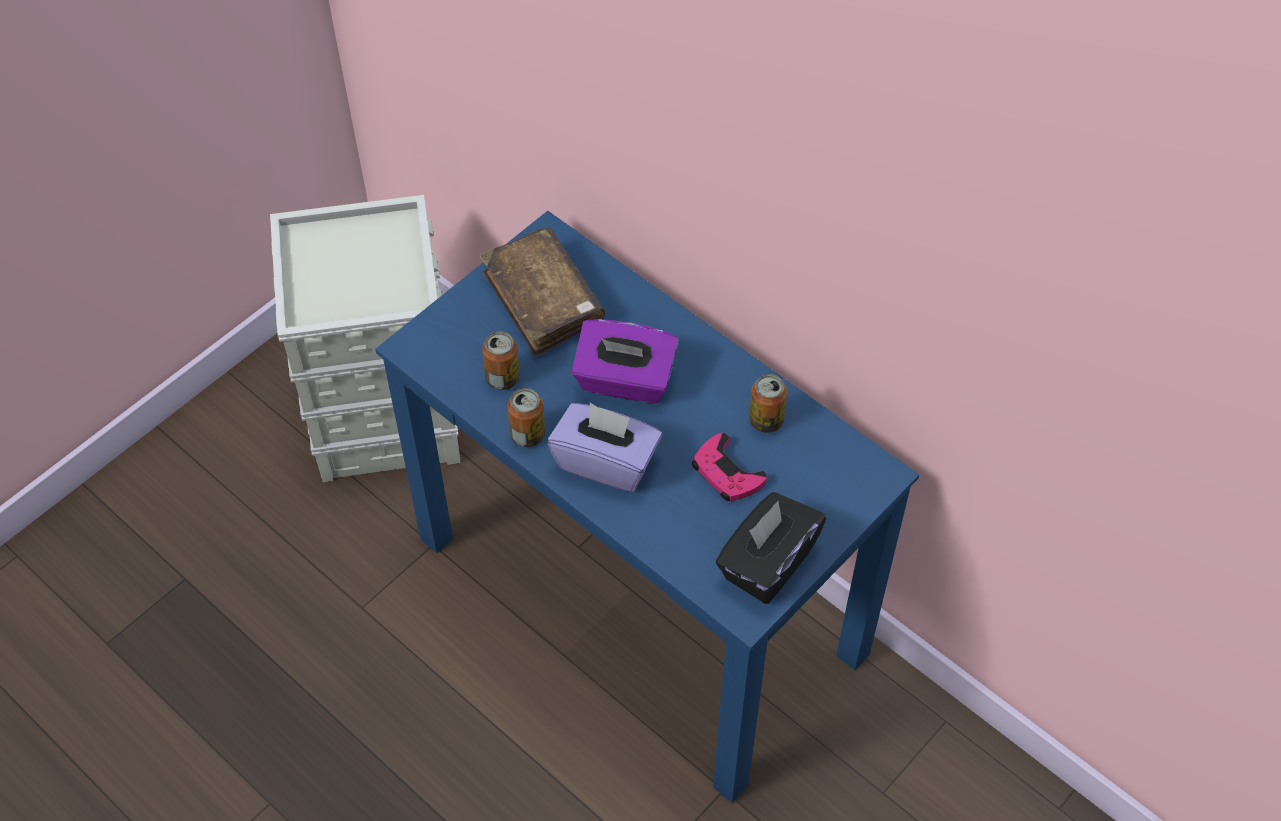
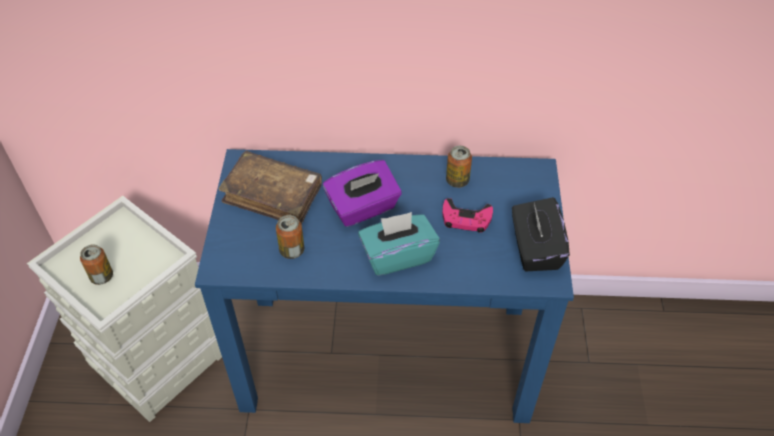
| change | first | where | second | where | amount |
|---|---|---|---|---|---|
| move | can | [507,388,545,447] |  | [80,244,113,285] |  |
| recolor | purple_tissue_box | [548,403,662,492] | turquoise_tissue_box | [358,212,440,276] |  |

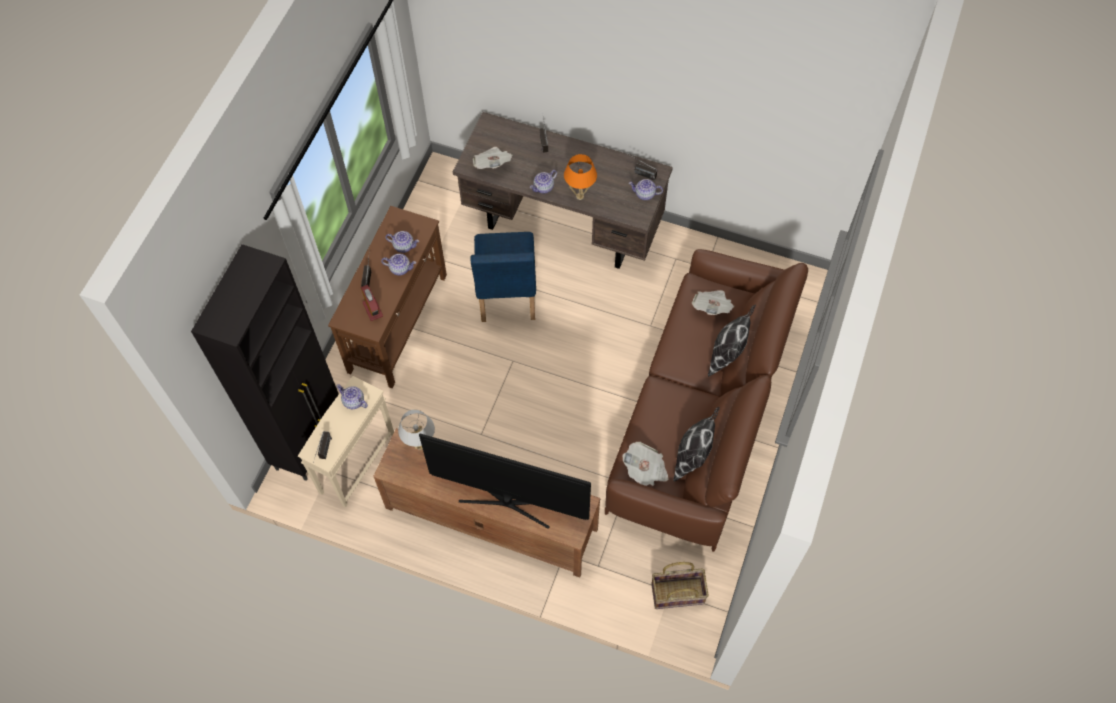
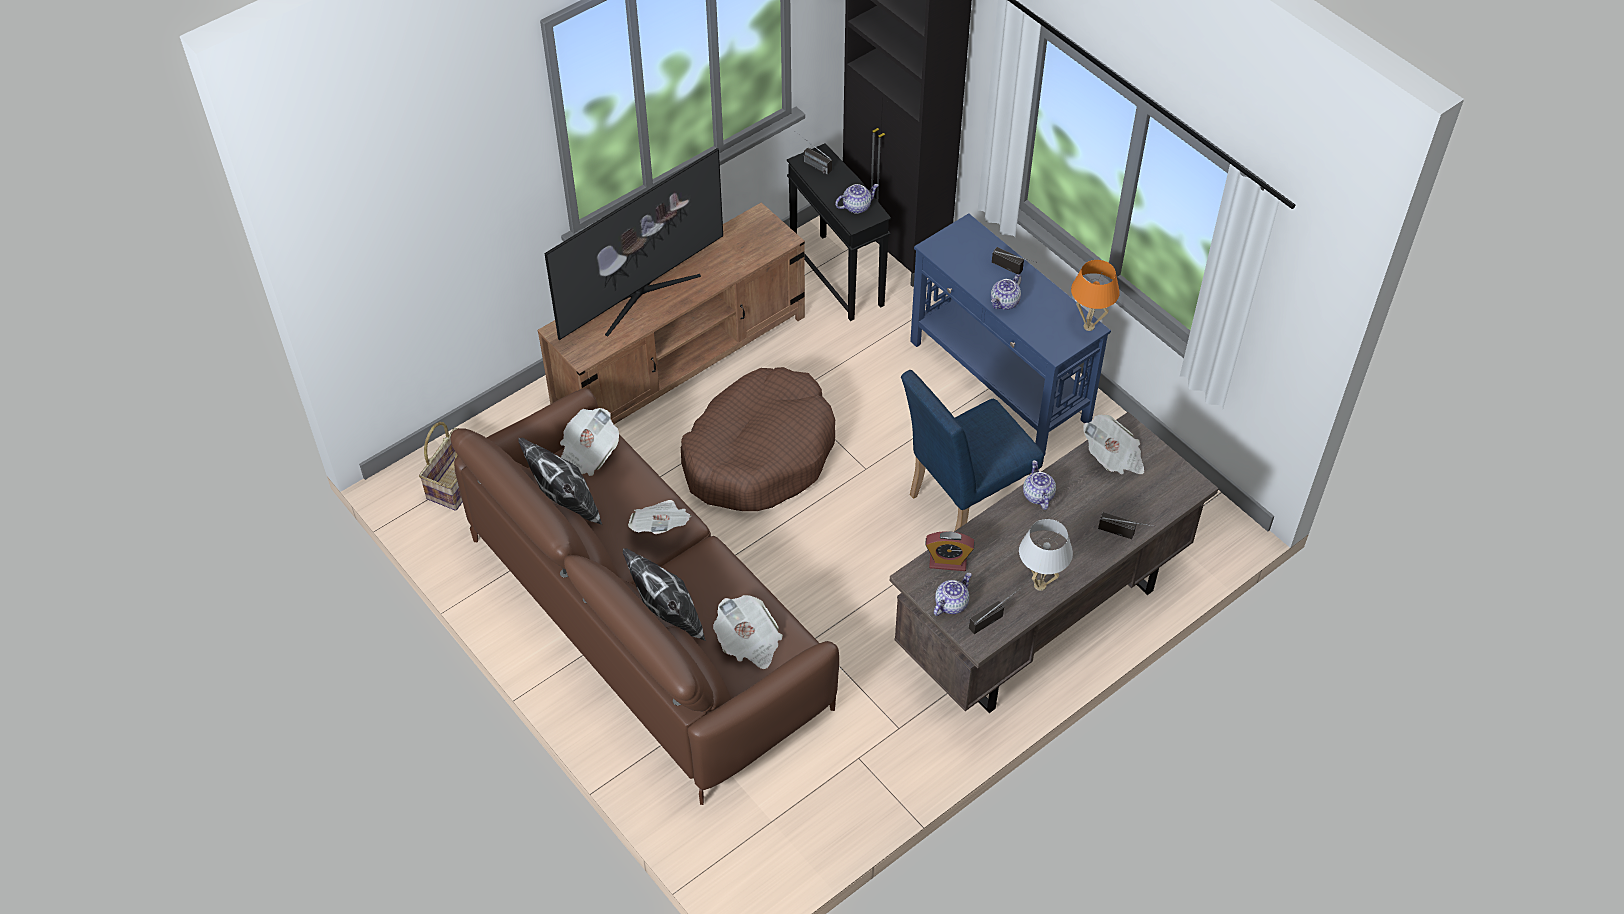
| change | first | where | second | where | amount |
|---|---|---|---|---|---|
| delete | teapot | [385,231,419,253] |  |  |  |
| insert |  |  | newspaper | [628,500,692,534] |  |
| insert |  |  | brown_dog_bed | [681,367,835,511] |  |
| move | alarm_clock | [361,285,383,321] |  | [925,531,975,571] |  |
| move | white_table_lamp | [398,409,435,450] |  | [1019,519,1073,591] |  |
| move | orange_table_lamp | [564,154,597,200] |  | [1071,260,1120,331] |  |
| recolor | beige_side_table | [298,376,394,507] | black_side_table | [787,143,891,321] |  |
| recolor | brown_console_table | [328,206,447,388] | blue_console_table | [910,213,1111,456] |  |
| rotate | blue_chair | [470,232,536,322] |  | [901,370,1044,531] | 60 degrees counterclockwise |

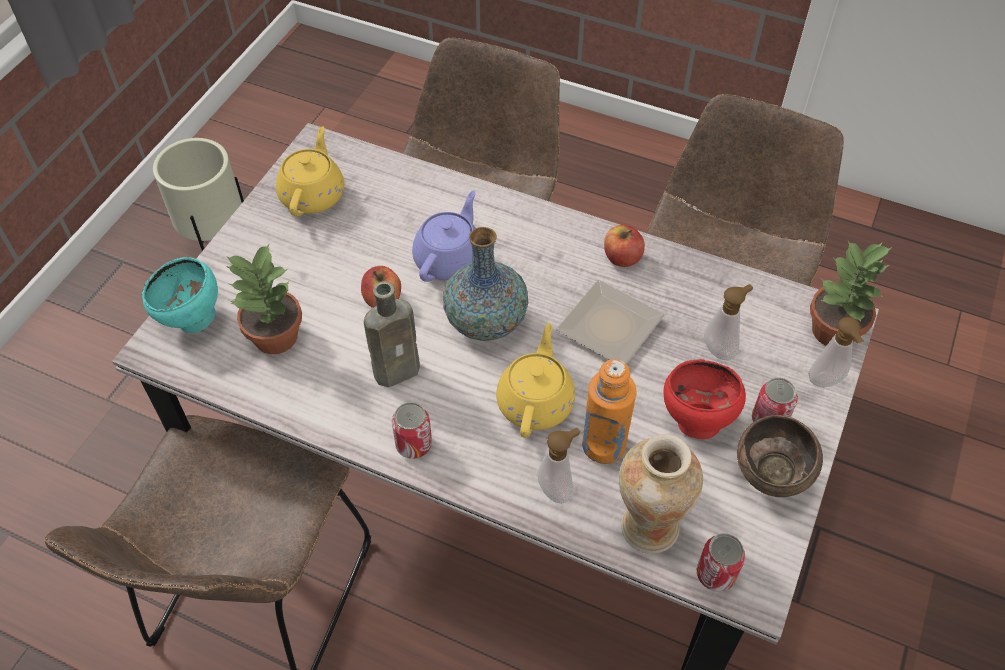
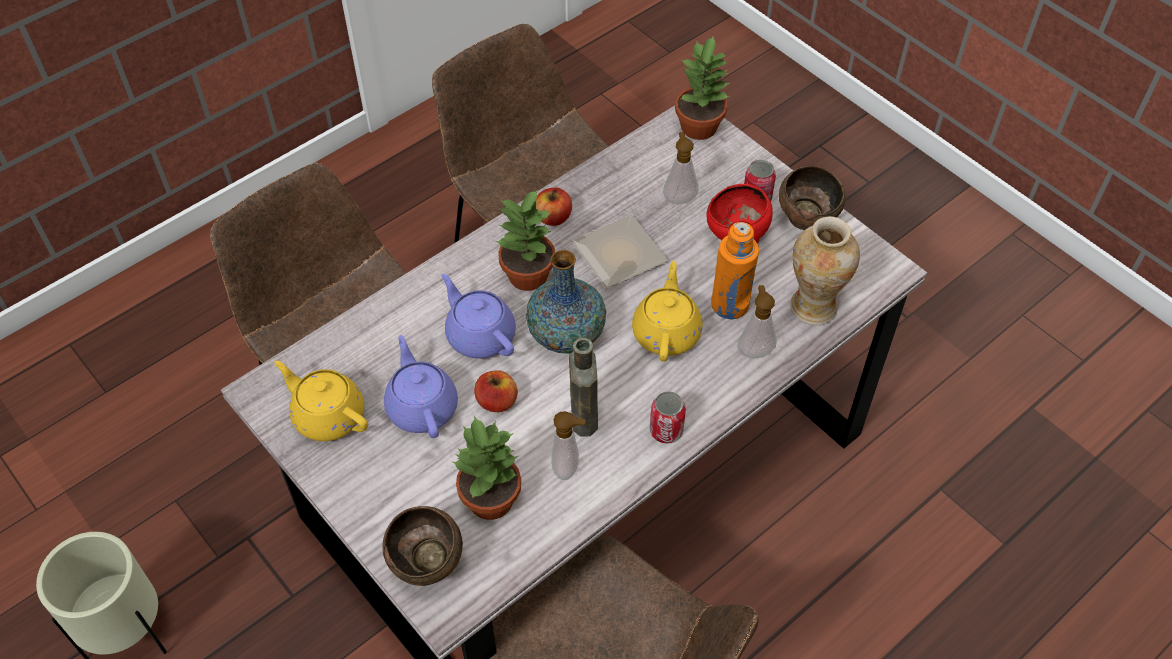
| change | first | where | second | where | amount |
|---|---|---|---|---|---|
| delete | can | [697,533,745,592] |  |  |  |
| insert |  |  | purple_teapot | [384,335,458,438] |  |
| insert |  |  | potted_plant | [496,189,555,291] |  |
| move | soap_dispenser | [808,317,863,387] |  | [551,411,586,480] |  |
| recolor | turquoise_bowl | [142,257,218,333] | brown_bowl | [382,506,463,586] |  |
| rotate | yellow_teapot | [496,323,575,438] |  | [632,261,703,362] | 60 degrees clockwise |

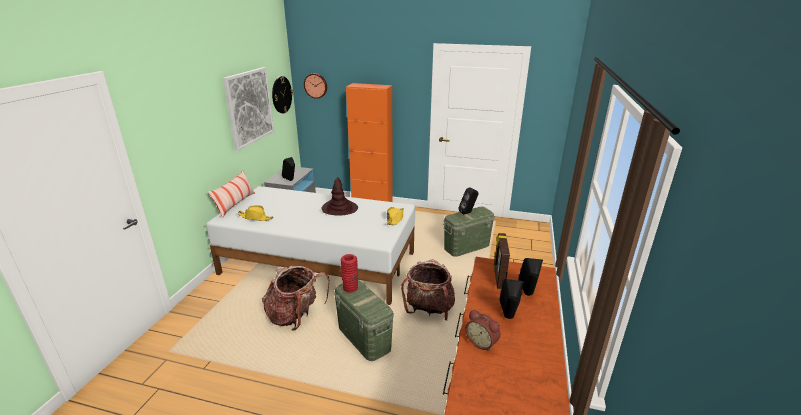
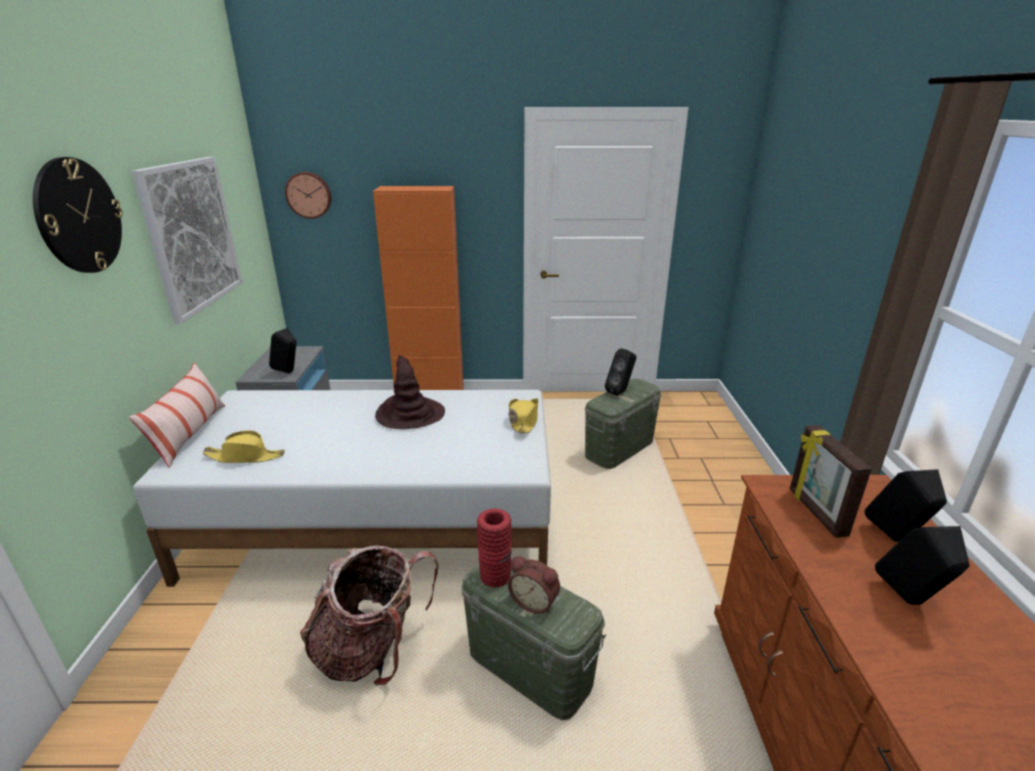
| change | first | where | second | where | amount |
|---|---|---|---|---|---|
| delete | backpack | [401,259,455,321] |  |  |  |
| move | wall_clock | [272,76,293,113] |  | [33,157,123,273] |  |
| move | alarm_clock | [466,310,501,351] |  | [508,556,560,614] |  |

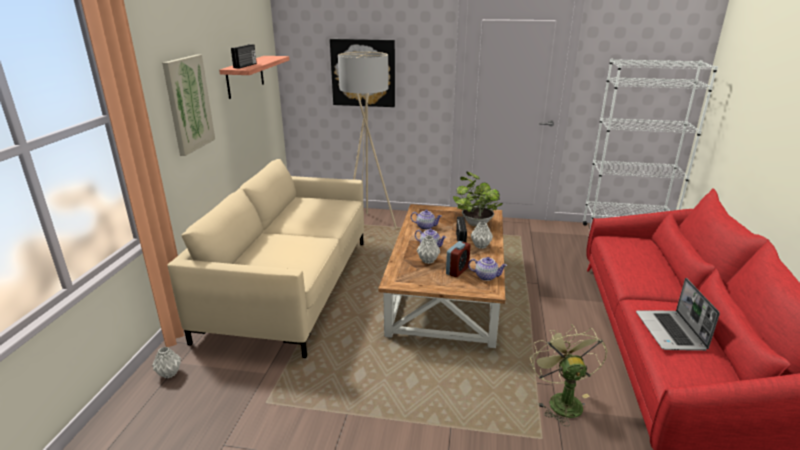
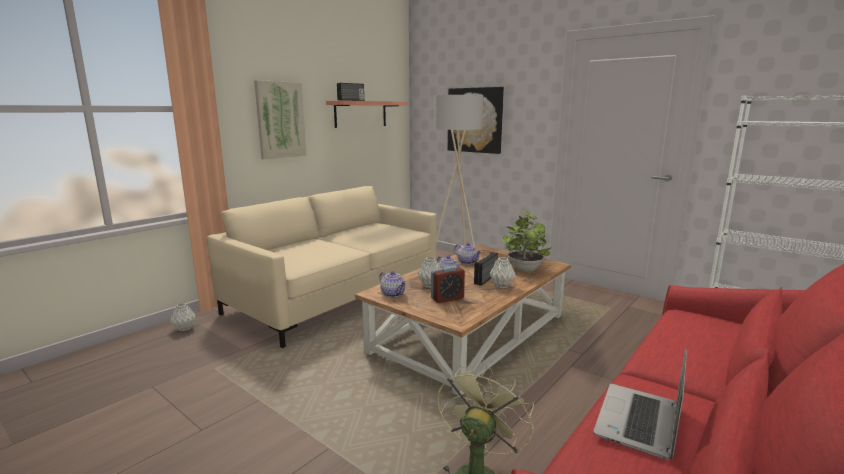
| change | first | where | second | where | amount |
|---|---|---|---|---|---|
| move | teapot | [468,257,507,281] |  | [379,271,407,297] |  |

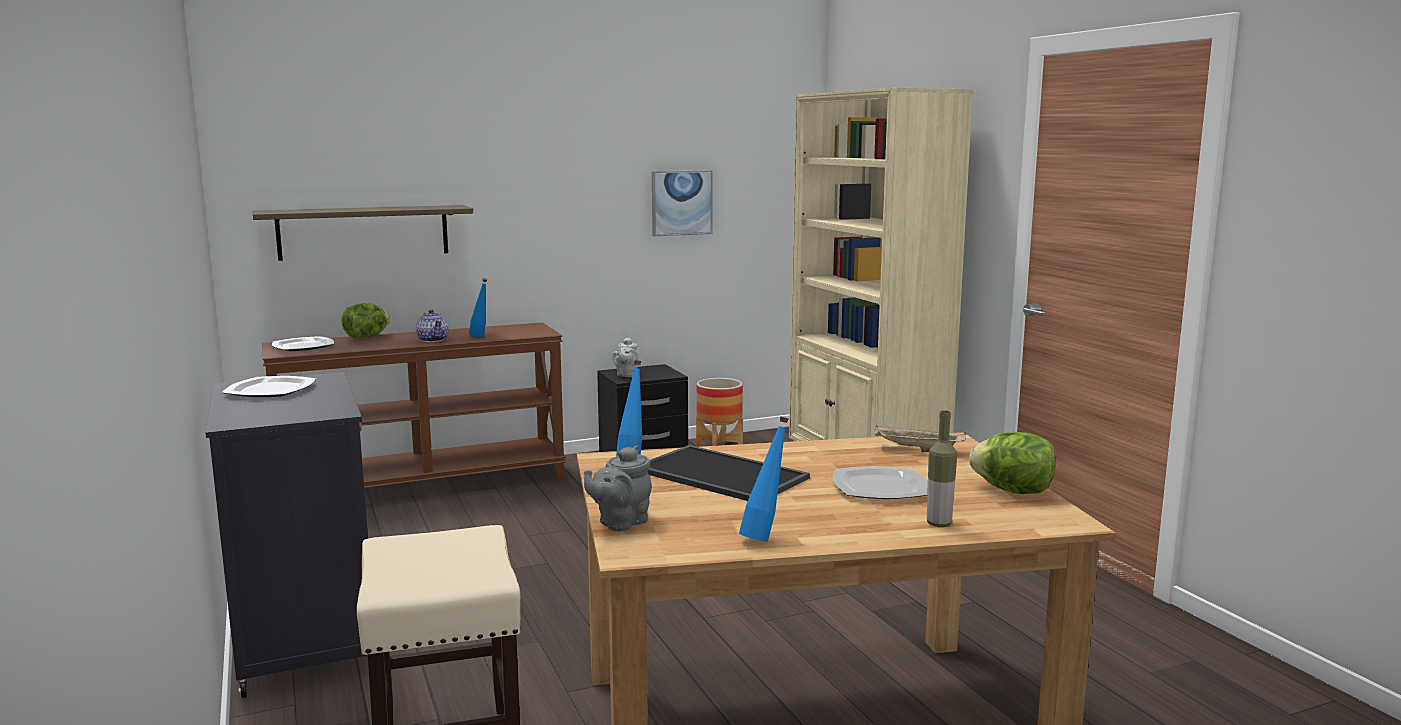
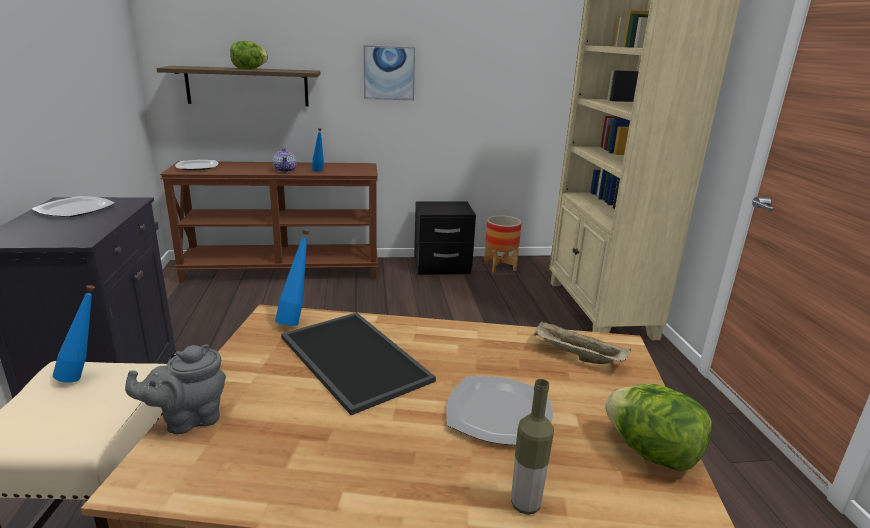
| change | first | where | second | where | amount |
|---|---|---|---|---|---|
| delete | grey_teapot | [612,337,638,377] |  |  |  |
| move | lettuce | [342,303,390,339] |  | [230,41,268,69] |  |
| move | picture | [652,170,713,236] |  | [364,45,415,100] |  |
| move | blue_bottle | [739,416,788,542] |  | [53,285,95,383] |  |

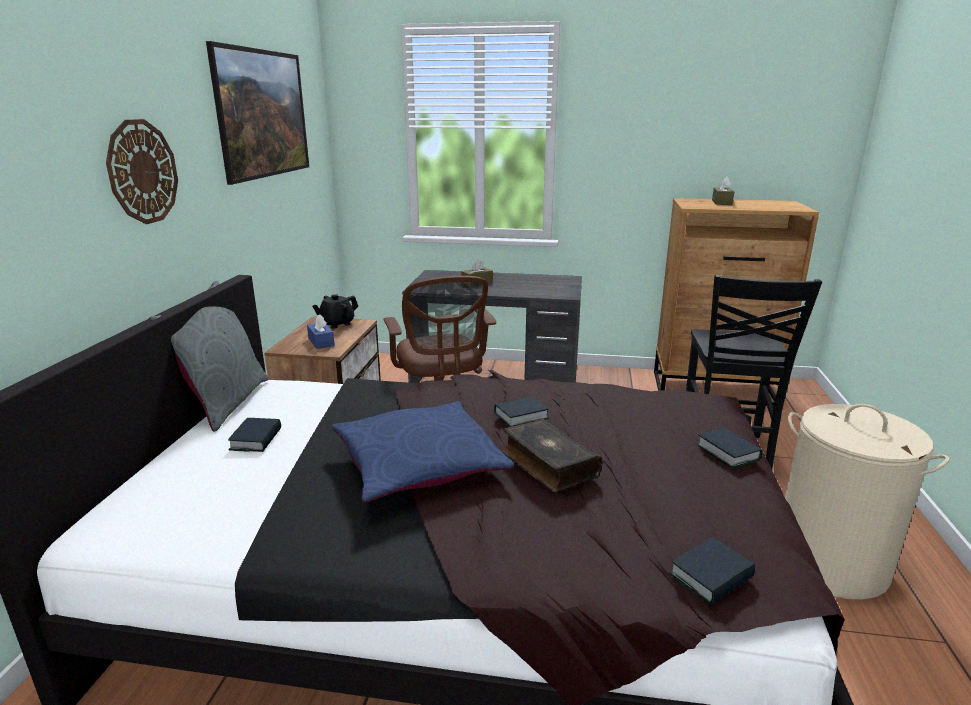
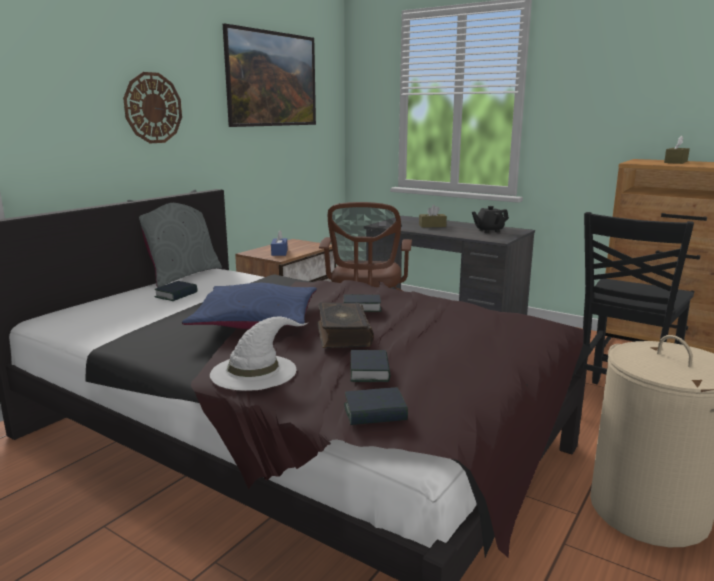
| change | first | where | second | where | amount |
|---|---|---|---|---|---|
| insert |  |  | white_hat | [210,316,309,391] |  |
| move | black_teapot | [312,294,358,329] |  | [472,206,509,233] |  |
| move | book | [697,428,762,469] |  | [350,350,390,382] |  |

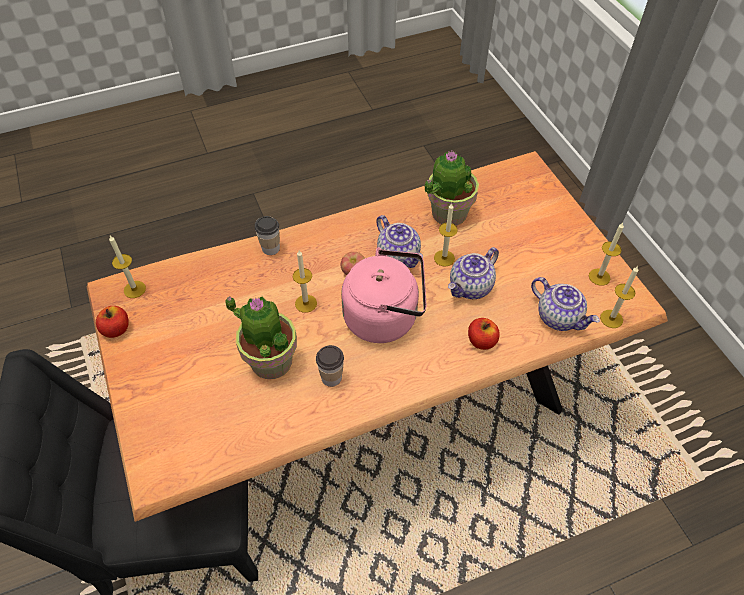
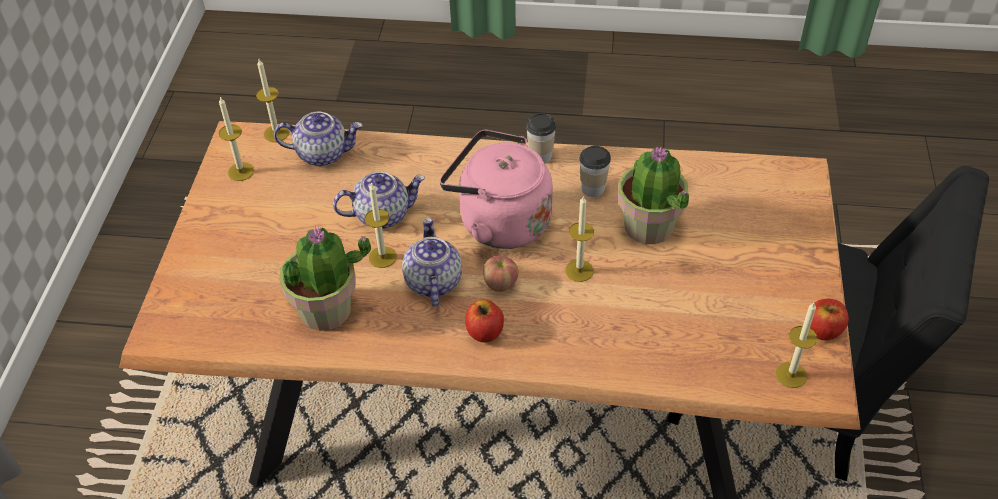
| change | first | where | second | where | amount |
|---|---|---|---|---|---|
| move | cup | [255,216,280,255] |  | [526,113,556,164] |  |
| move | apple | [468,318,500,350] |  | [465,300,504,343] |  |
| rotate | teapot | [531,277,600,331] |  | [274,112,363,166] | 105 degrees clockwise |

